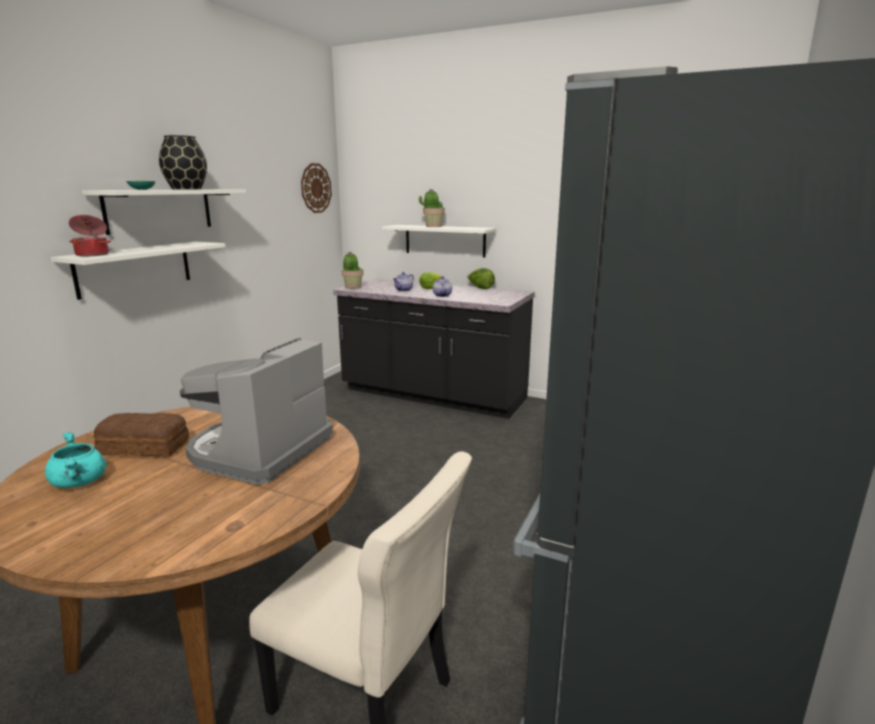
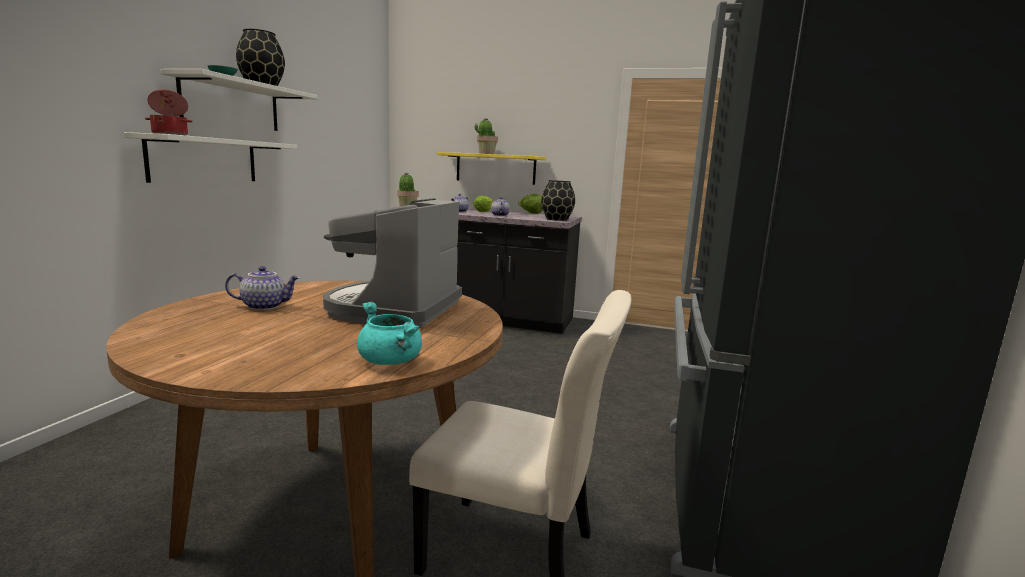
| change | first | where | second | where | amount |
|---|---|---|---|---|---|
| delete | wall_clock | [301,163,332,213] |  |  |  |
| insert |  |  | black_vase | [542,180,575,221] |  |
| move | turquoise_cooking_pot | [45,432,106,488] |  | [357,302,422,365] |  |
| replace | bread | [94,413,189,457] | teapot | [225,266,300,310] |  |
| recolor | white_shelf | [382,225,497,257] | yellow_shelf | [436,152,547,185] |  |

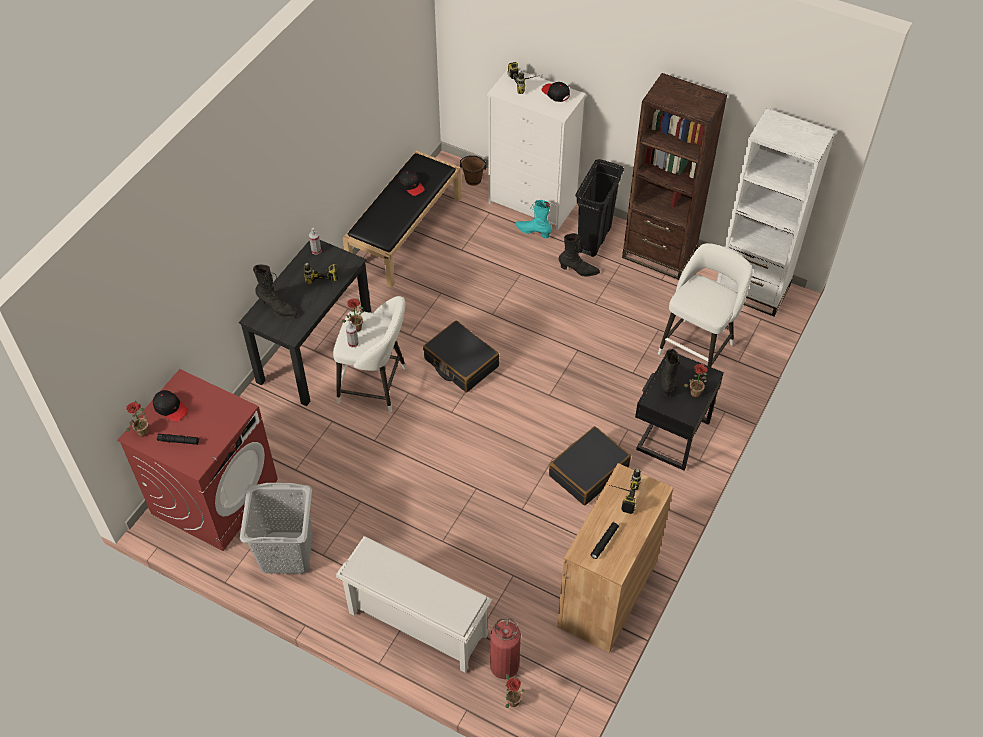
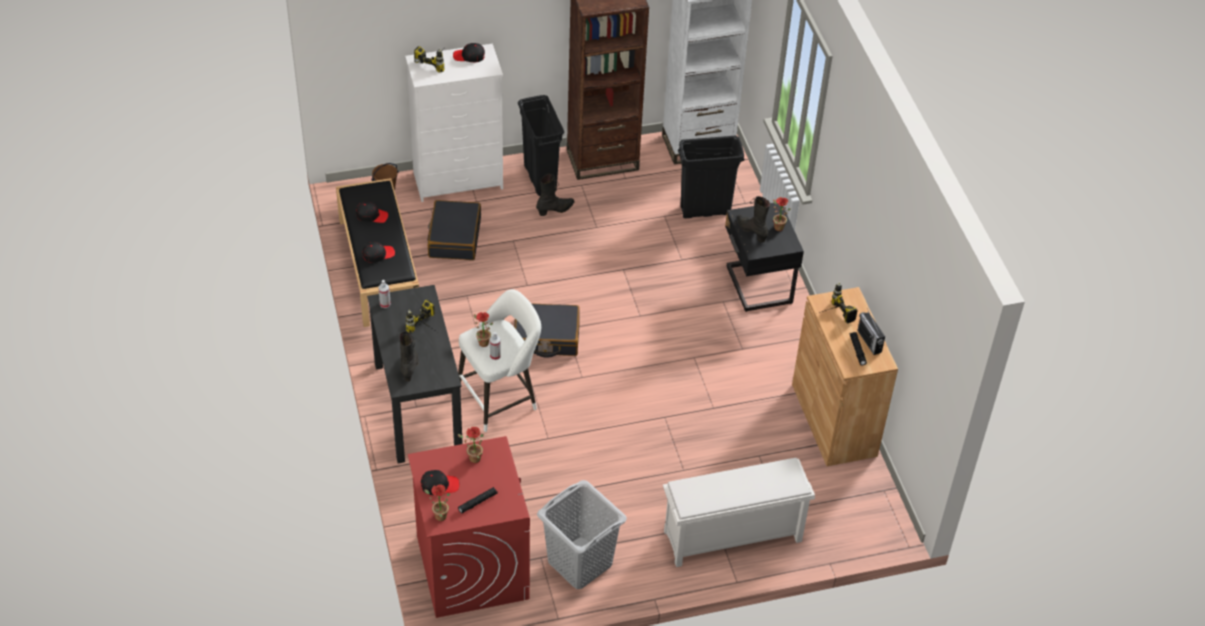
| change | first | where | second | where | amount |
|---|---|---|---|---|---|
| delete | fire_extinguisher | [490,618,521,679] |  |  |  |
| delete | turquoise_boot | [515,200,552,238] |  |  |  |
| insert |  |  | black_cap | [362,242,395,263] |  |
| insert |  |  | radio | [857,308,885,355] |  |
| move | potted_plant | [505,674,525,708] |  | [458,427,484,463] |  |
| move | black_suitcase | [549,426,631,505] |  | [427,200,481,260] |  |
| replace | white_stool | [658,243,753,367] | black_trash_can | [678,135,745,218] |  |
| rotate | black_boot | [253,265,298,318] |  | [399,331,419,382] | 75 degrees counterclockwise |

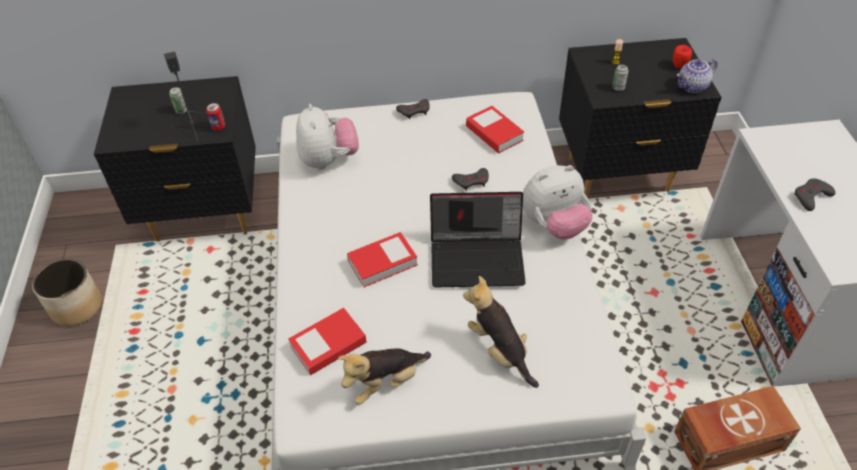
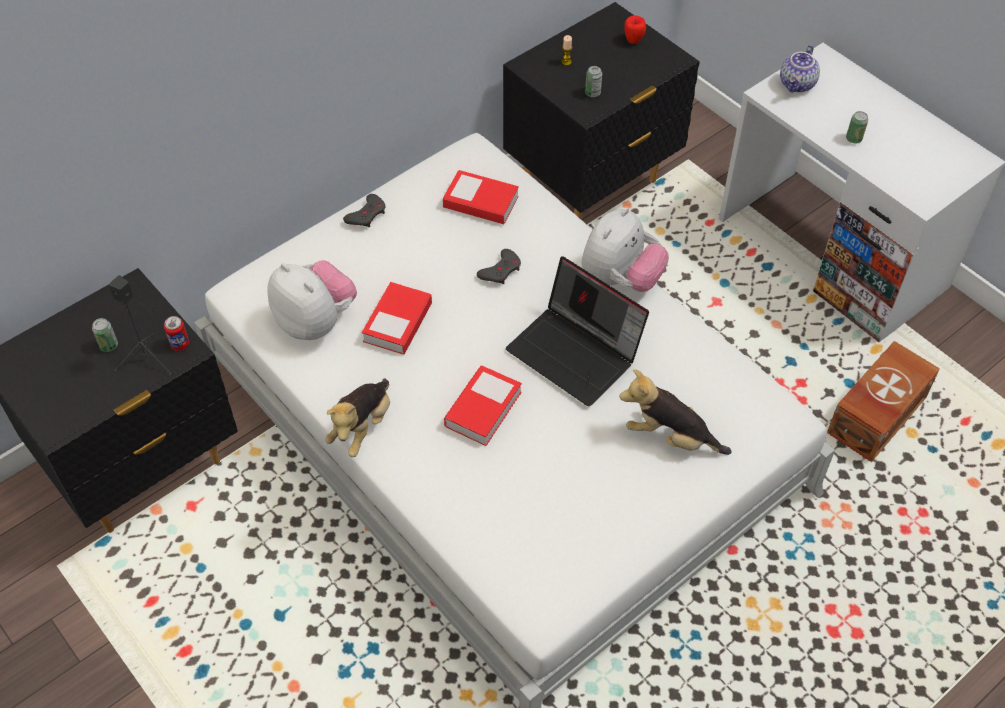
| change | first | where | second | where | amount |
|---|---|---|---|---|---|
| delete | planter | [32,259,102,326] |  |  |  |
| move | book | [288,308,367,375] |  | [362,282,432,355] |  |
| move | plush_toy | [338,348,431,405] |  | [325,378,390,457] |  |
| move | teapot | [677,59,717,93] |  | [780,45,820,93] |  |
| replace | grey_game_controller | [794,178,836,211] | can | [846,111,868,143] |  |
| rotate | laptop | [430,192,526,287] |  | [506,256,649,406] | 75 degrees clockwise |

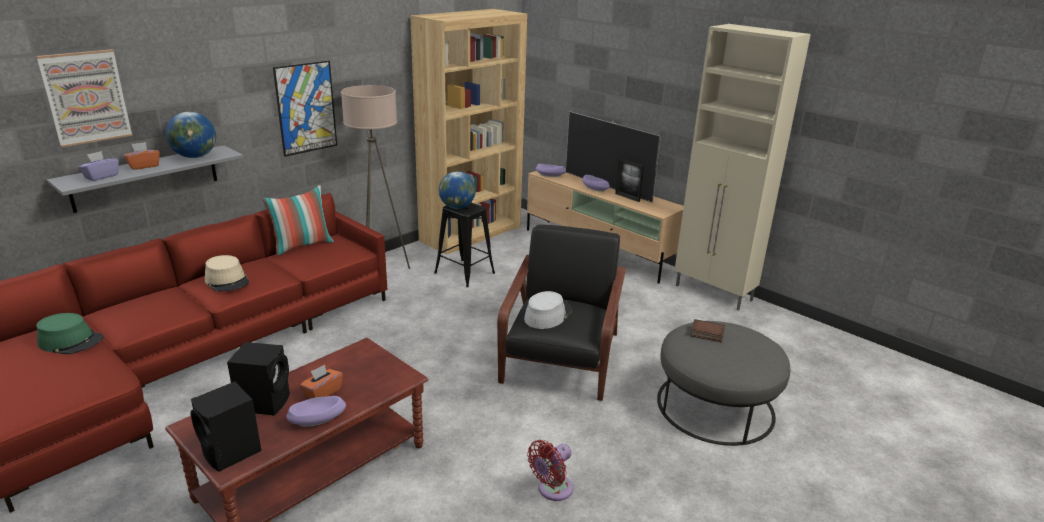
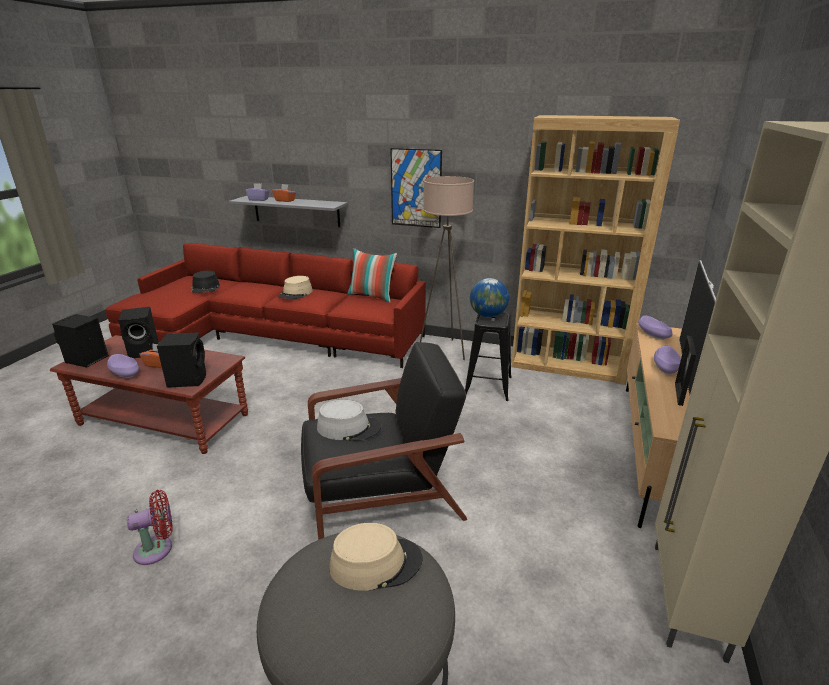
| change | first | where | second | where | amount |
|---|---|---|---|---|---|
| delete | picture | [36,49,133,147] |  |  |  |
| delete | globe | [166,112,216,158] |  |  |  |
| insert |  |  | black_speaker | [157,332,206,388] |  |
| replace | book | [691,319,725,343] | beige_hat | [329,523,422,591] |  |
| recolor | green_hat | [37,313,103,354] | black_hat | [192,271,220,293] |  |
| rotate | red_fan | [527,440,573,501] |  | [127,490,172,565] | 135 degrees clockwise |

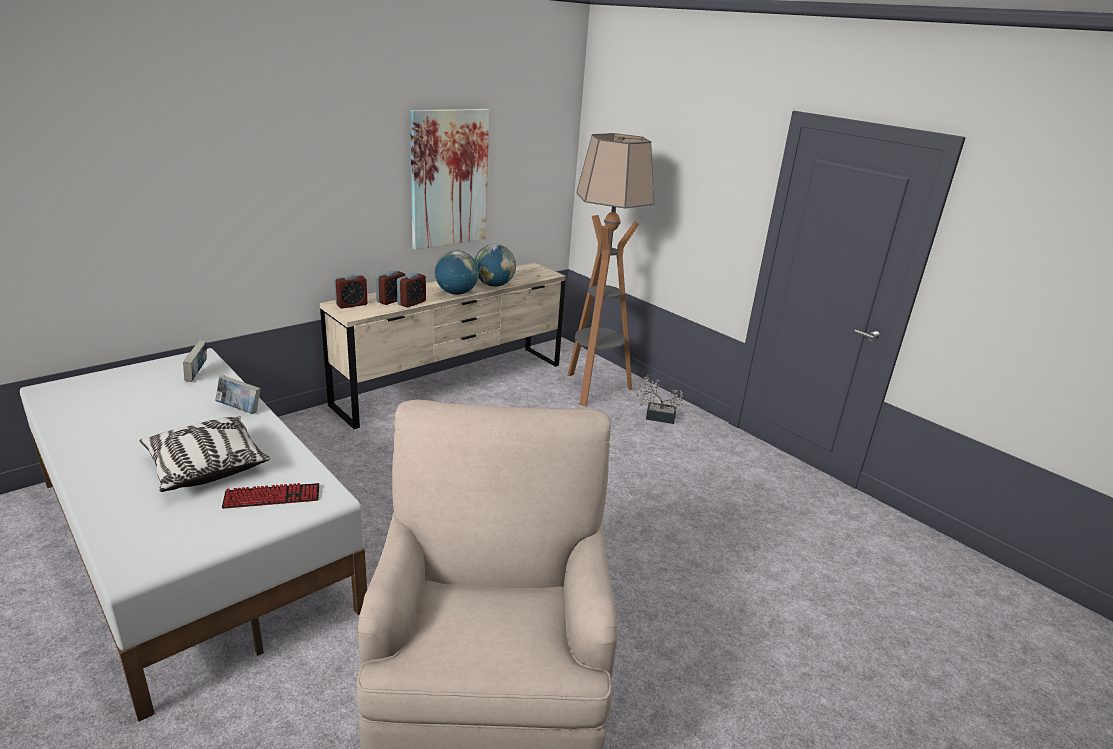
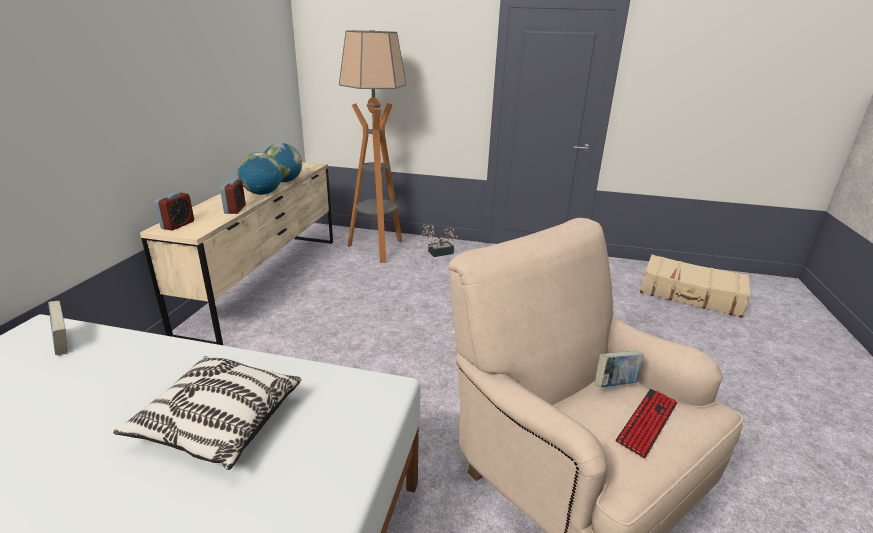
| change | first | where | second | where | amount |
|---|---|---|---|---|---|
| delete | alarm_clock | [376,270,405,305] |  |  |  |
| delete | picture | [410,109,489,250] |  |  |  |
| insert |  |  | beige_suitcase | [640,254,751,318] |  |
| move | book | [215,375,261,414] |  | [595,350,644,387] |  |
| move | keyboard | [222,483,319,509] |  | [616,389,677,458] |  |

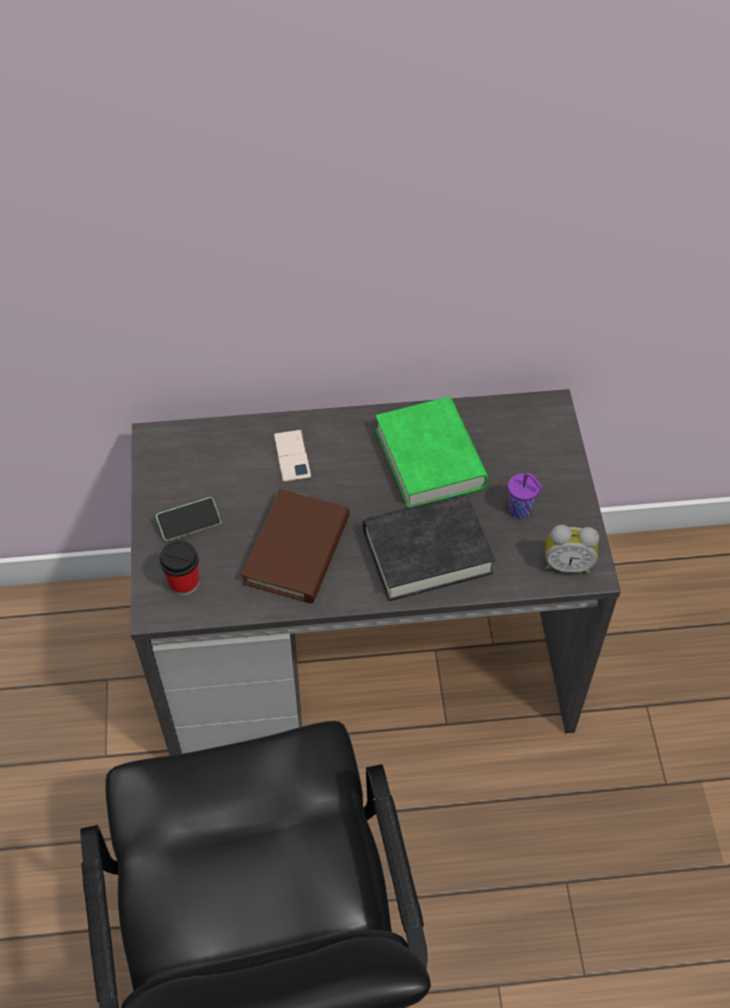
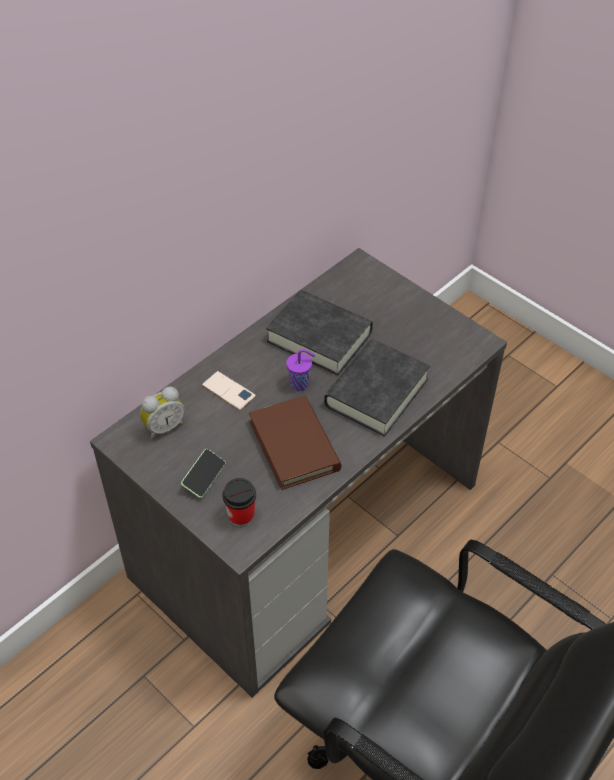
| change | first | where | second | where | amount |
|---|---|---|---|---|---|
| move | purple_cup | [508,473,542,518] |  | [286,349,315,391] |  |
| move | alarm_clock | [545,525,599,574] |  | [140,387,185,440] |  |
| recolor | green_book | [375,397,488,508] | black_book | [266,290,373,375] |  |

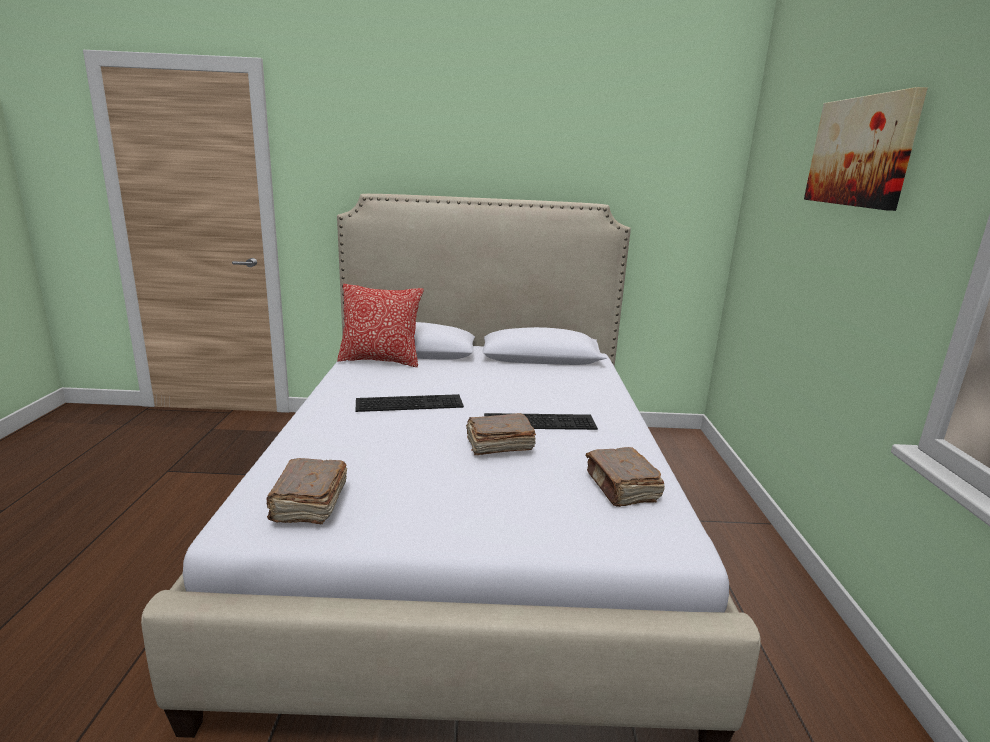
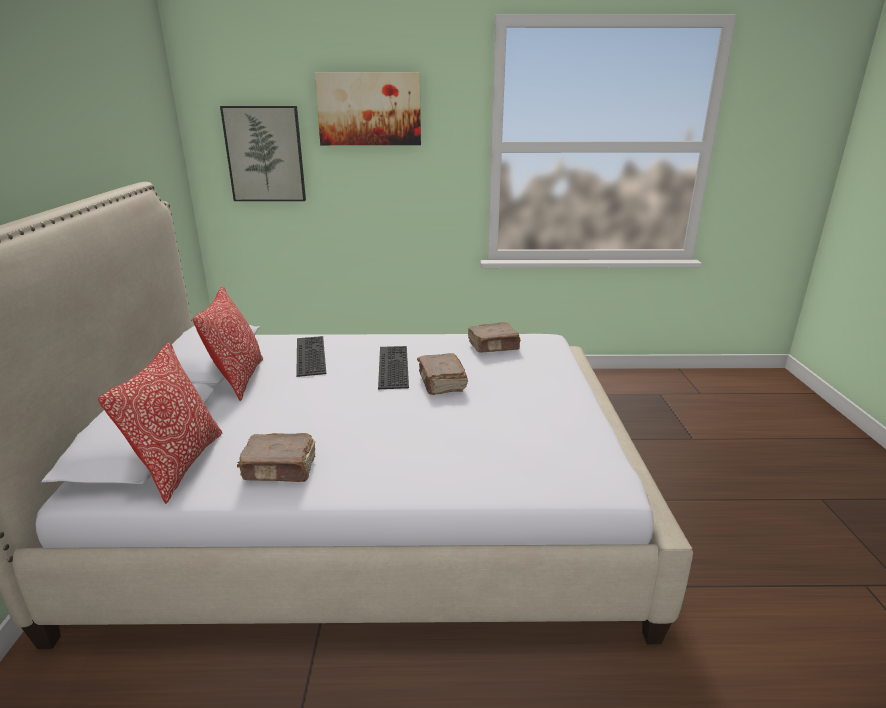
| change | first | where | second | where | amount |
|---|---|---|---|---|---|
| insert |  |  | pillow | [193,286,263,401] |  |
| insert |  |  | picture | [220,106,306,201] |  |
| move | brown_book | [267,458,347,524] |  | [237,433,316,482] |  |
| move | keyboard | [356,394,464,412] |  | [296,336,326,377] |  |

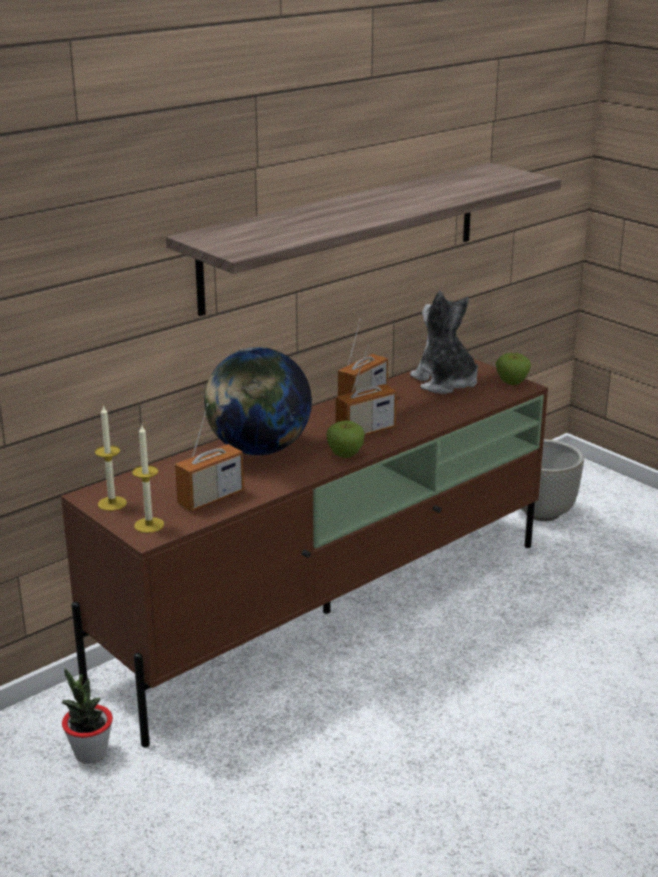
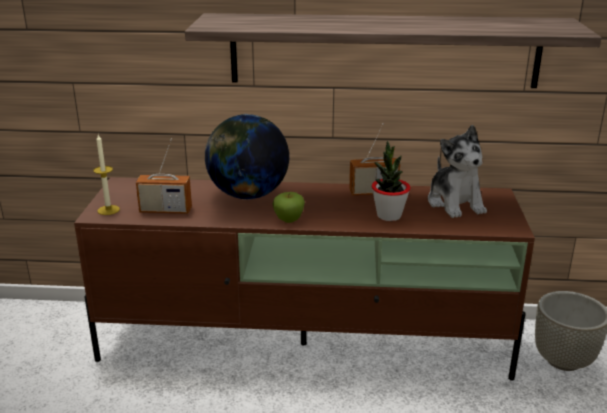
| change | first | where | second | where | amount |
|---|---|---|---|---|---|
| delete | candle | [95,405,127,511] |  |  |  |
| delete | radio | [336,345,397,435] |  |  |  |
| delete | apple | [496,353,531,385] |  |  |  |
| move | potted_plant | [61,668,113,764] |  | [371,141,411,221] |  |
| rotate | plush_toy | [410,291,478,394] |  | [428,125,487,218] | 150 degrees clockwise |

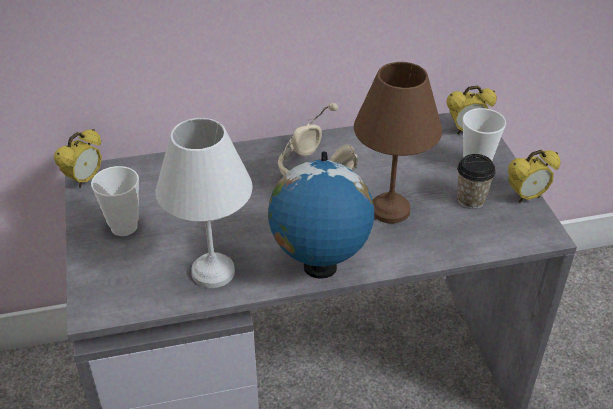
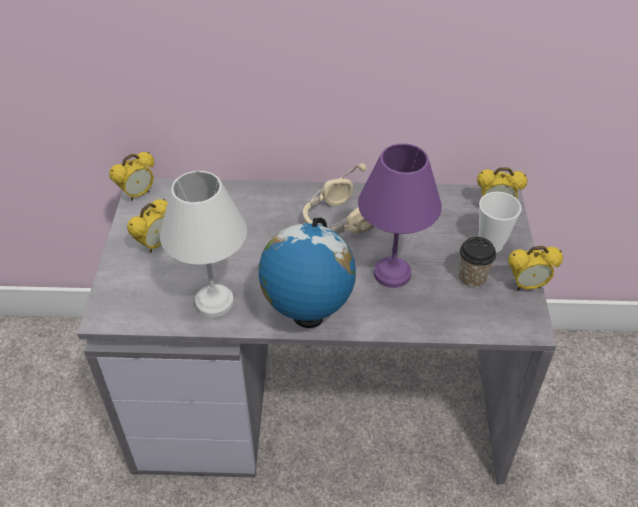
| change | first | where | second | where | amount |
|---|---|---|---|---|---|
| replace | cup | [91,166,139,236] | alarm_clock | [127,199,168,253] |  |
| recolor | brown_table_lamp | [354,62,442,224] | purple_table_lamp | [358,144,442,288] |  |

